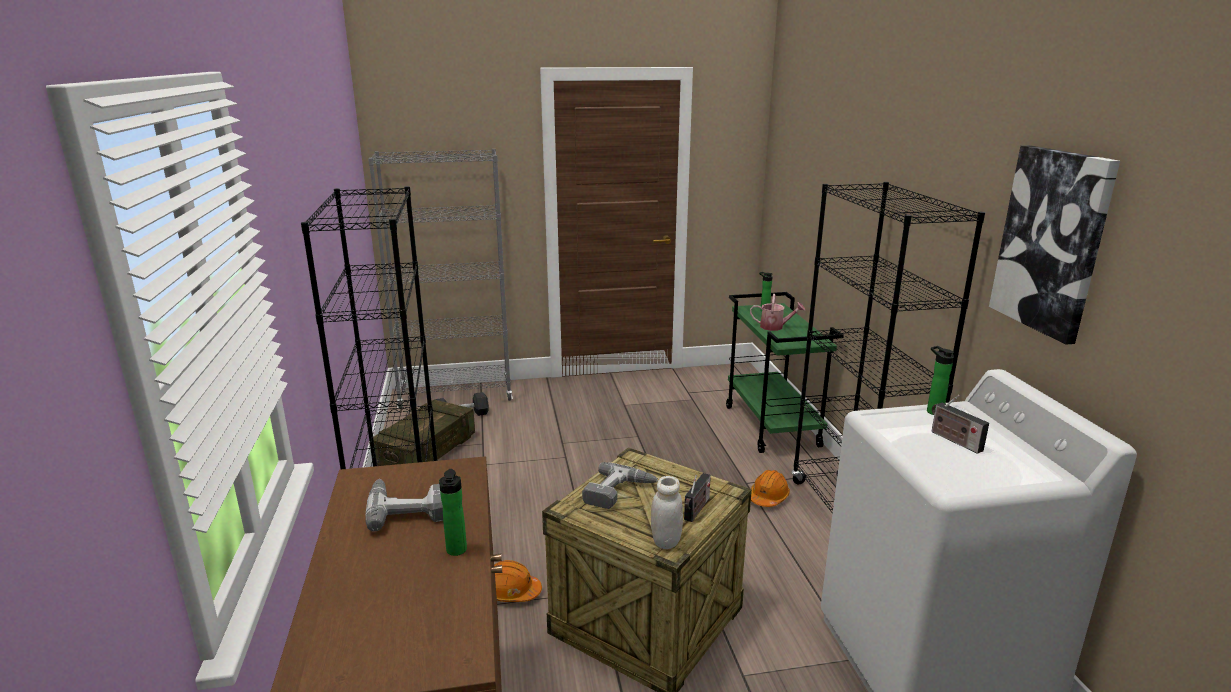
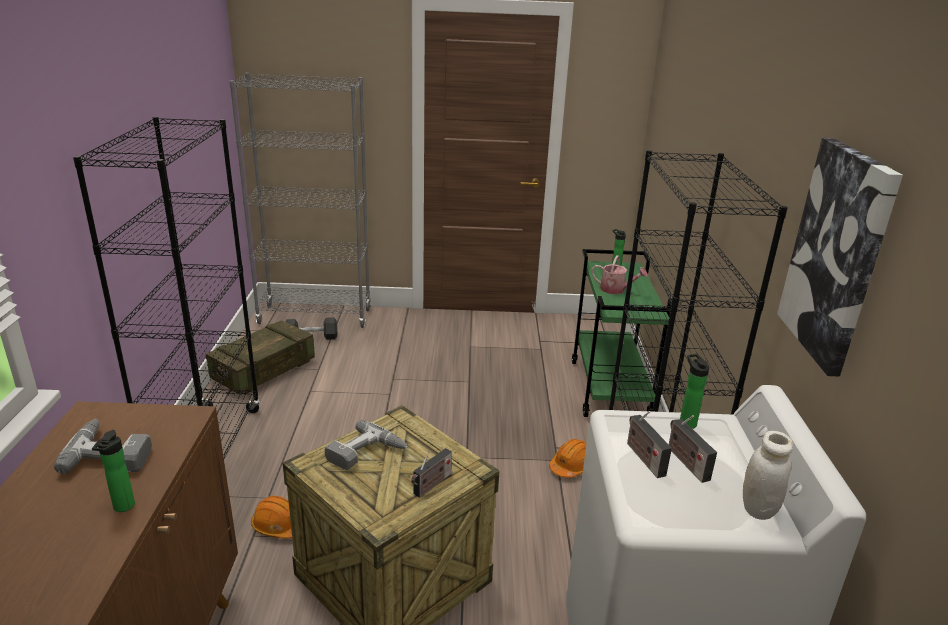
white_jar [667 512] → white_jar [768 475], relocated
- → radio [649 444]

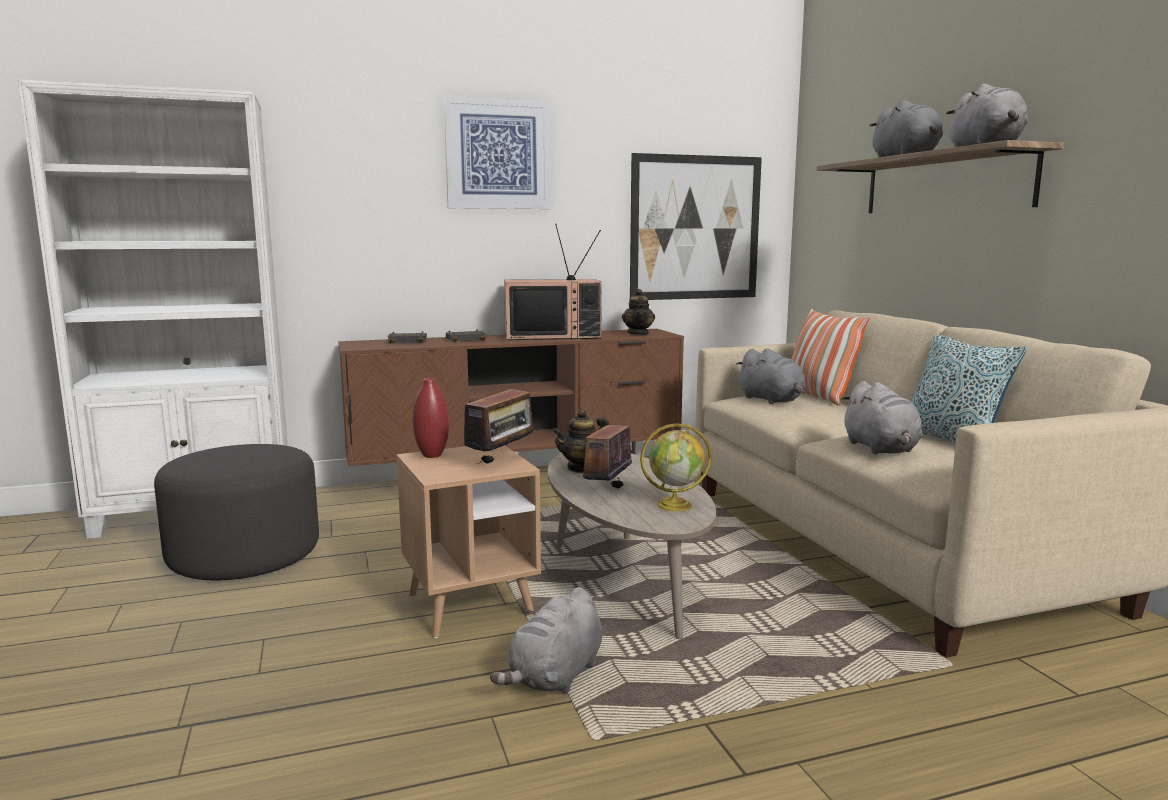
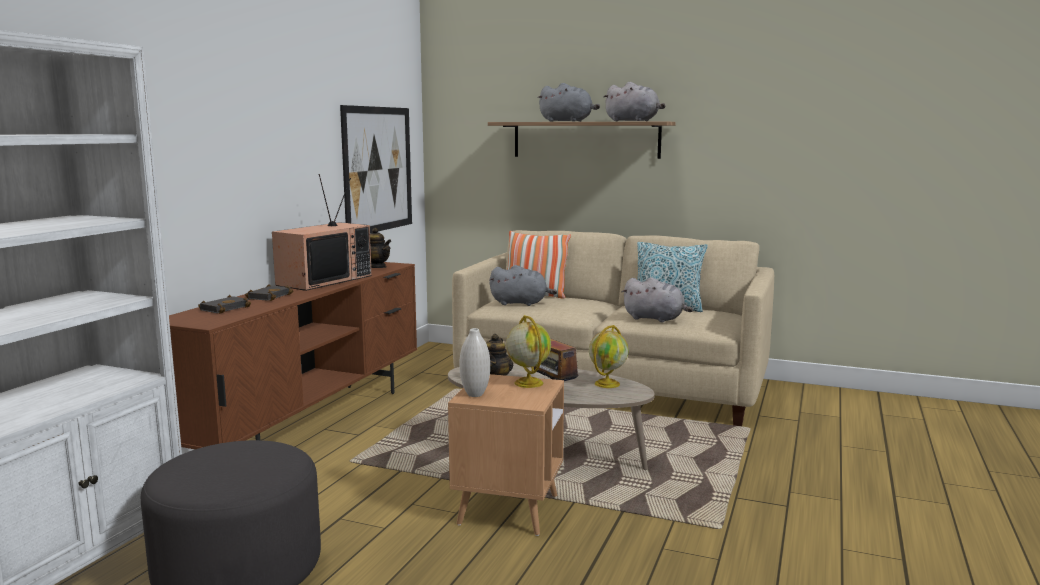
red_vase [431 418] → white_vase [475 362]
picture [497 152] → -
radio [497 426] → globe [528 351]
grey_plush_toy [546 640] → -

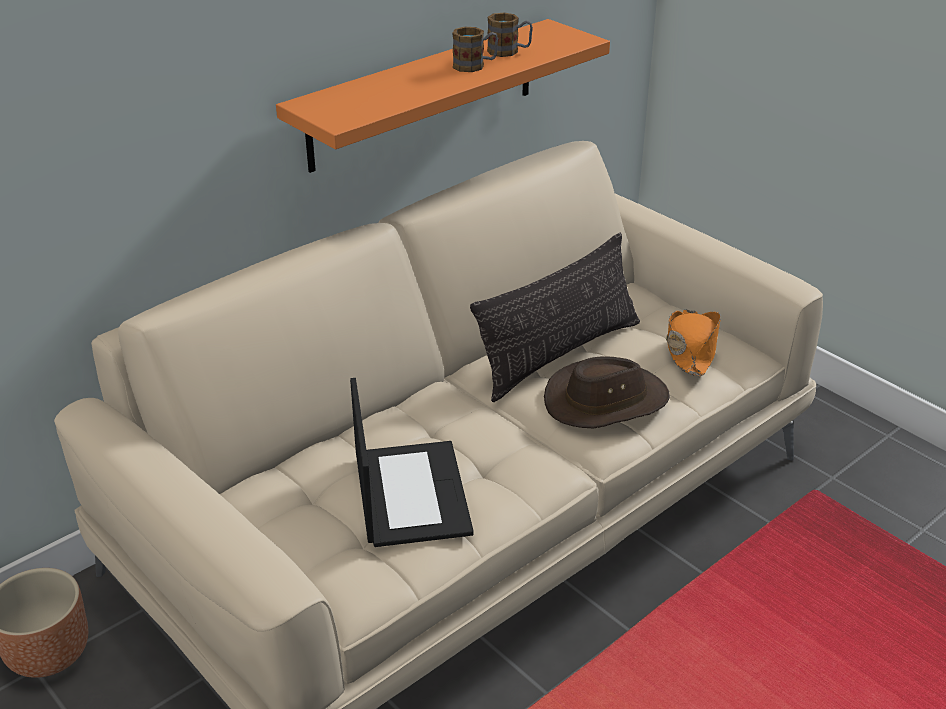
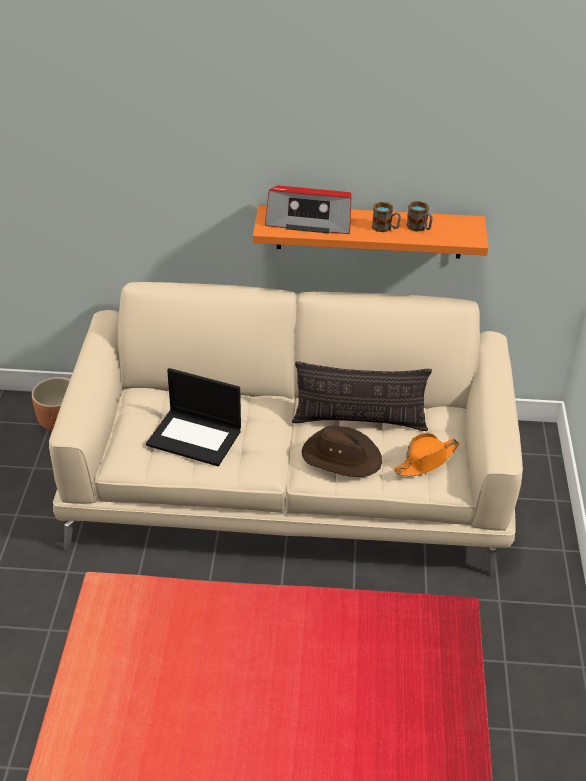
laptop [412 462] → laptop [193 417], 75 degrees clockwise
- → radio [308 210]

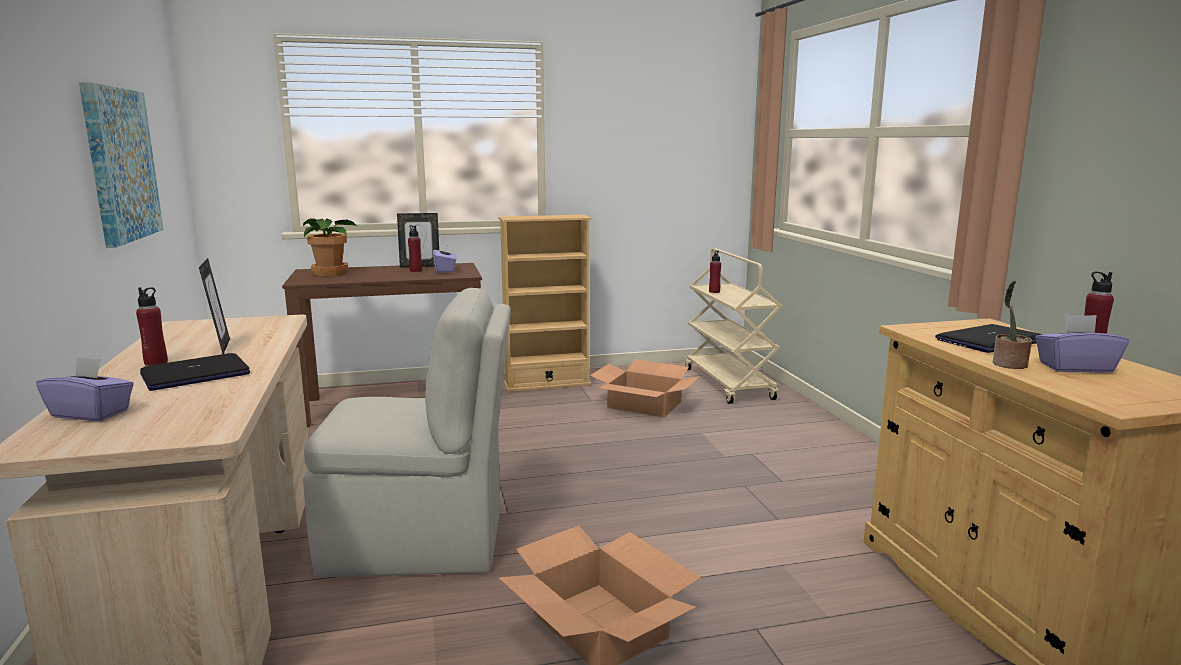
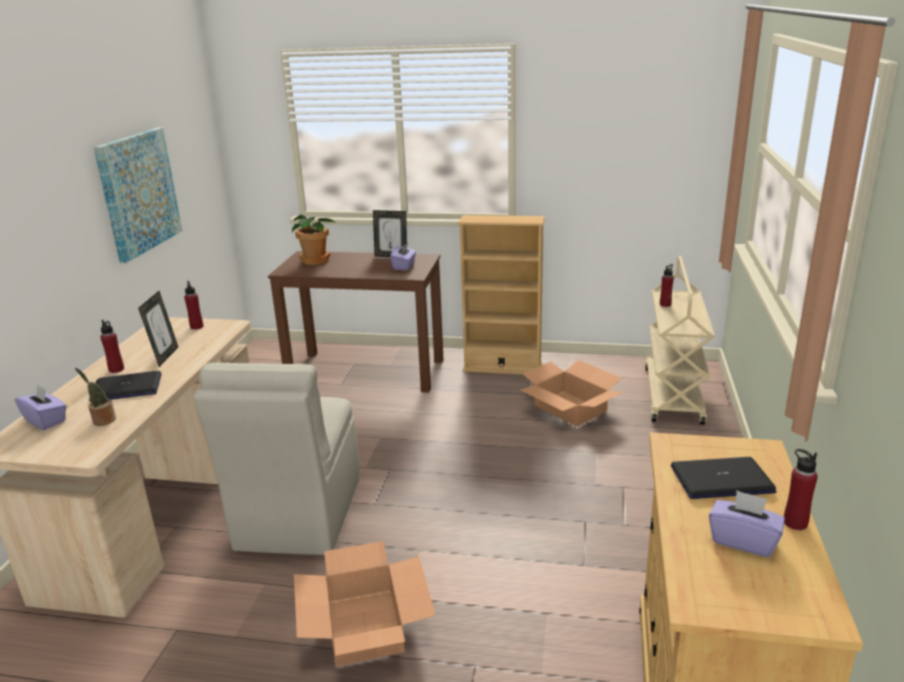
beige_chair [407 433] → beige_chair [277 459], 75 degrees clockwise
red_bottle [415 248] → red_bottle [193 305], relocated
potted_plant [1012 325] → potted_plant [95 397], relocated

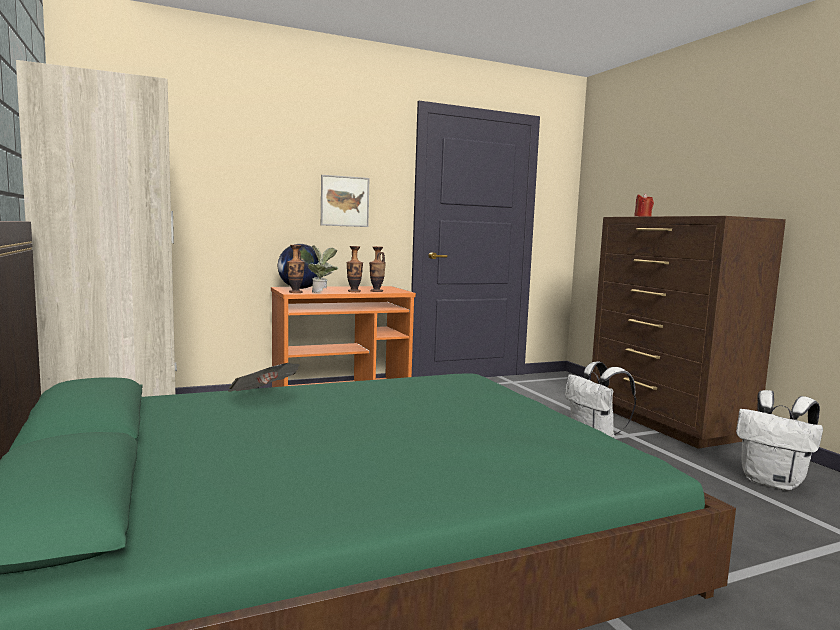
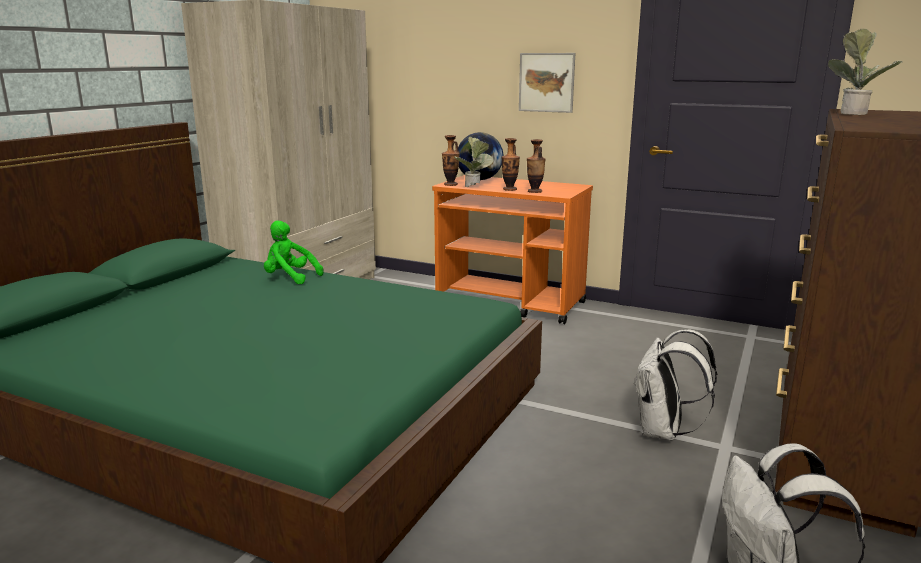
newspaper [264 377] → green_plush_toy [293 252]
red_candle [644 205] → potted_plant [865 72]

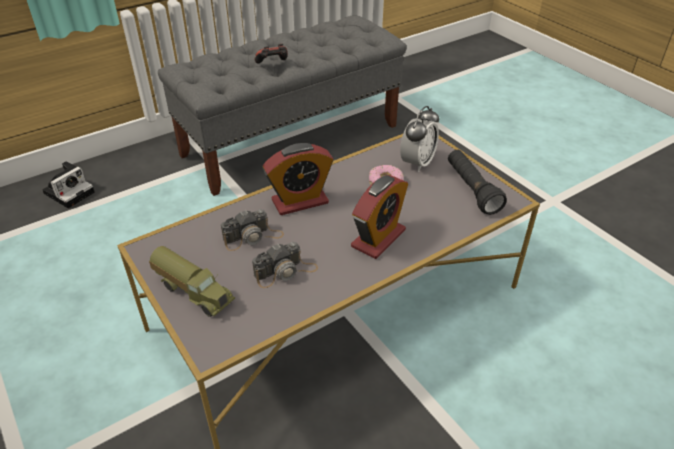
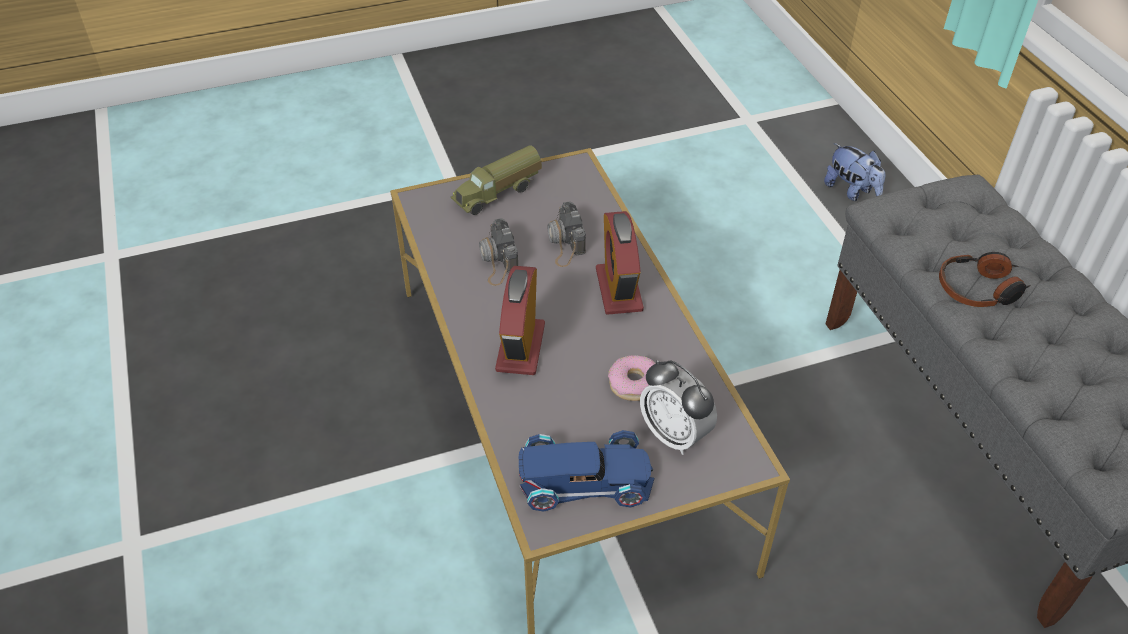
photo_camera [69 184] → plush_toy [854 172]
game_controller [271 54] → headphones [985 279]
alarm_clock [379 217] → alarm_clock [520 320], 45 degrees clockwise
black_flashlight [477 182] → blue_toy_car [586 470]

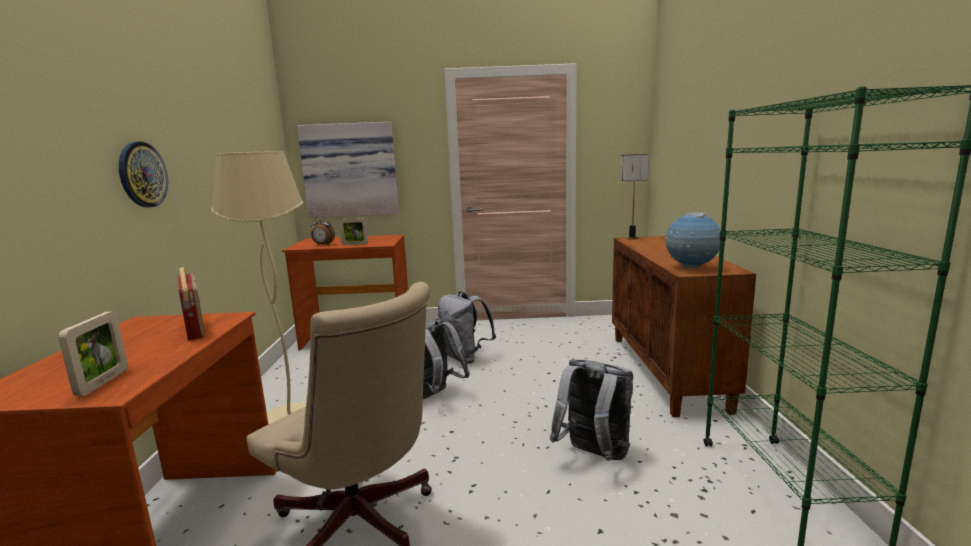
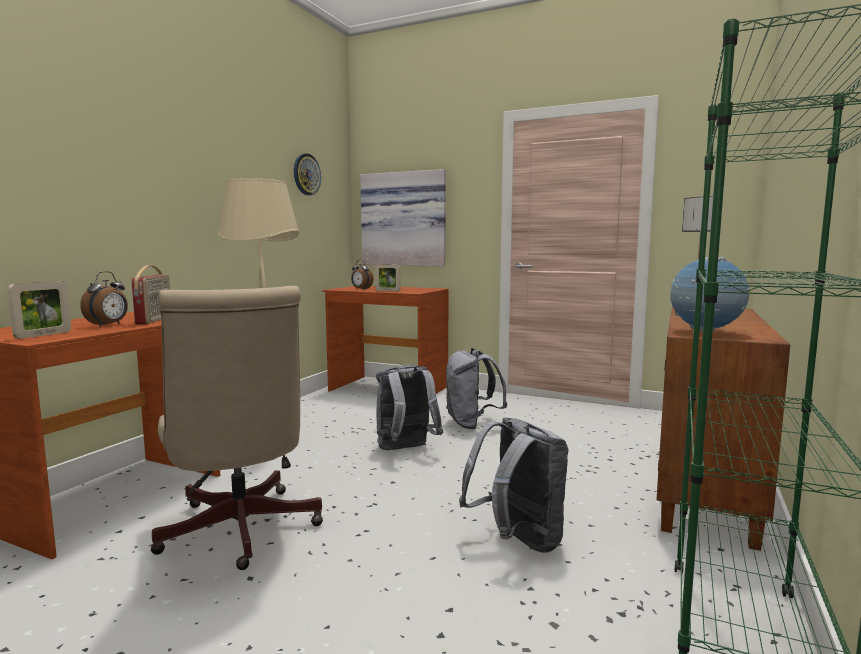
wall_clock [143 174] → wall_clock [307 174], relocated
- → alarm_clock [104 299]

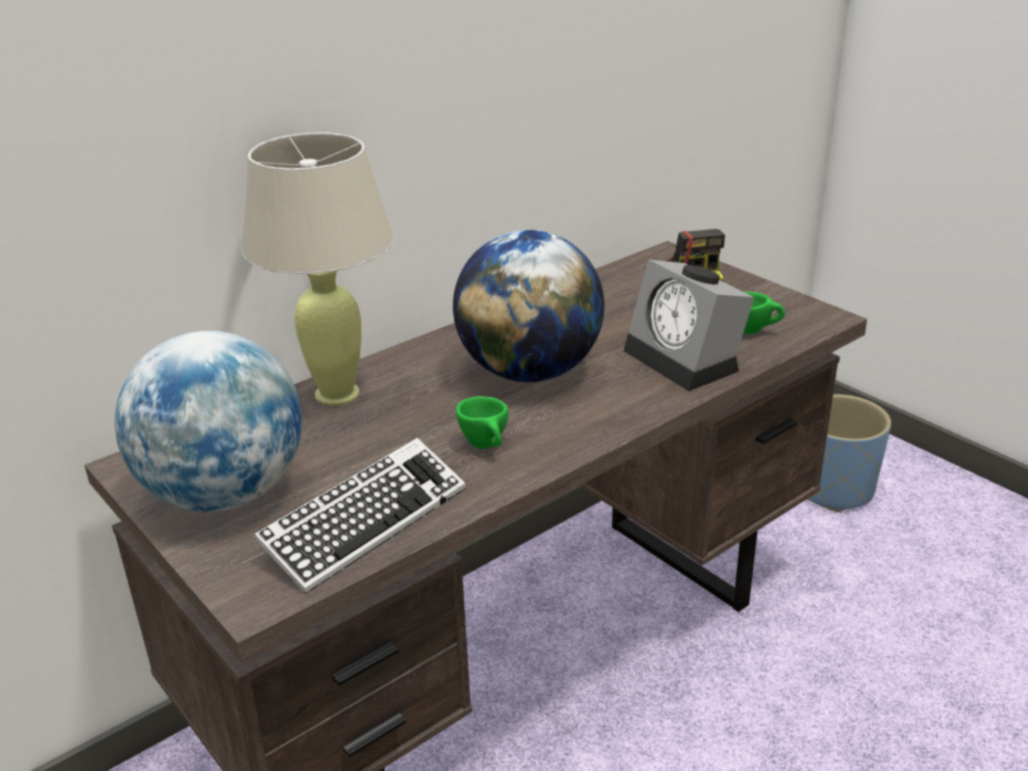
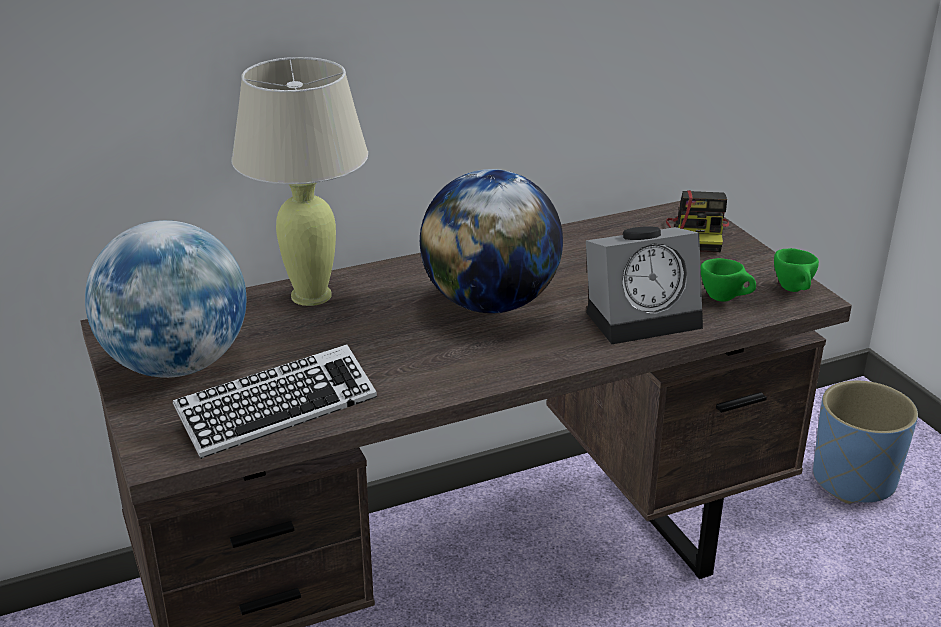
green_cup [482 422] → green_cup [796 270], relocated
alarm_clock [689 325] → alarm_clock [644 285], 90 degrees counterclockwise

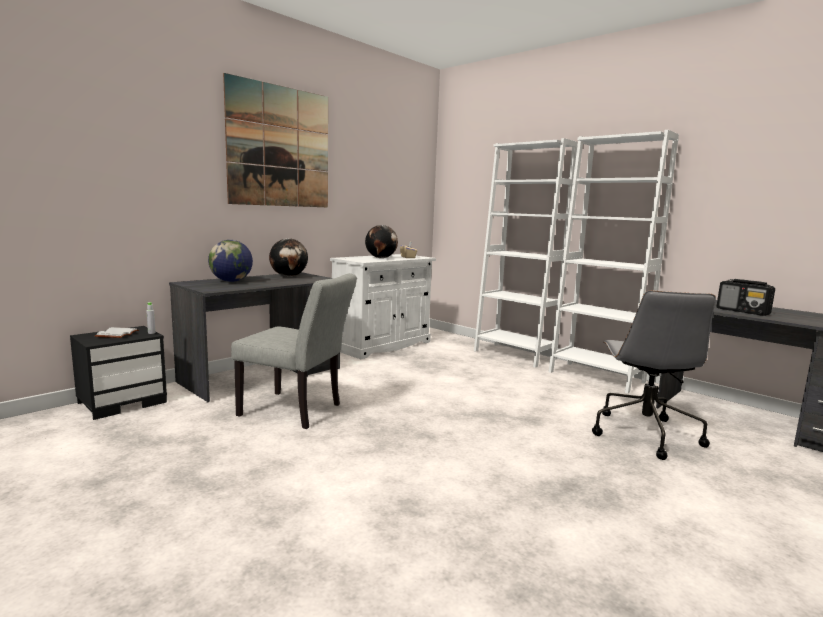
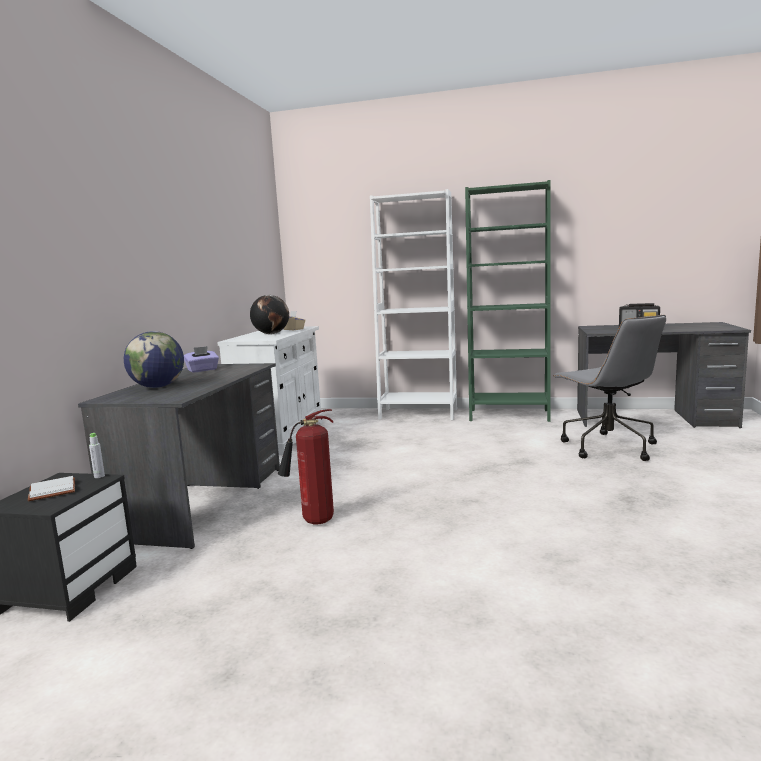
picture [275 140] → -
grey_chair [294 351] → fire_extinguisher [306 466]
globe [288 257] → purple_tissue_box [201 359]
white_bookcase [614 262] → green_bookcase [508 301]

